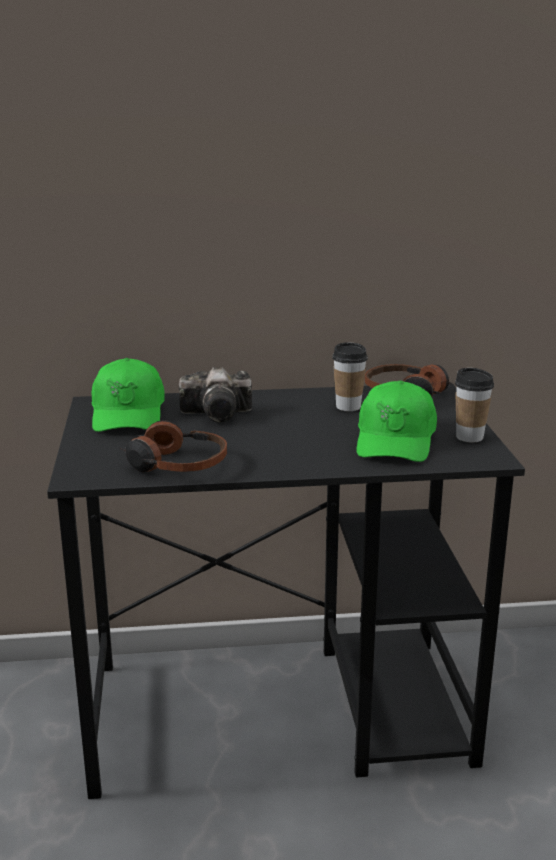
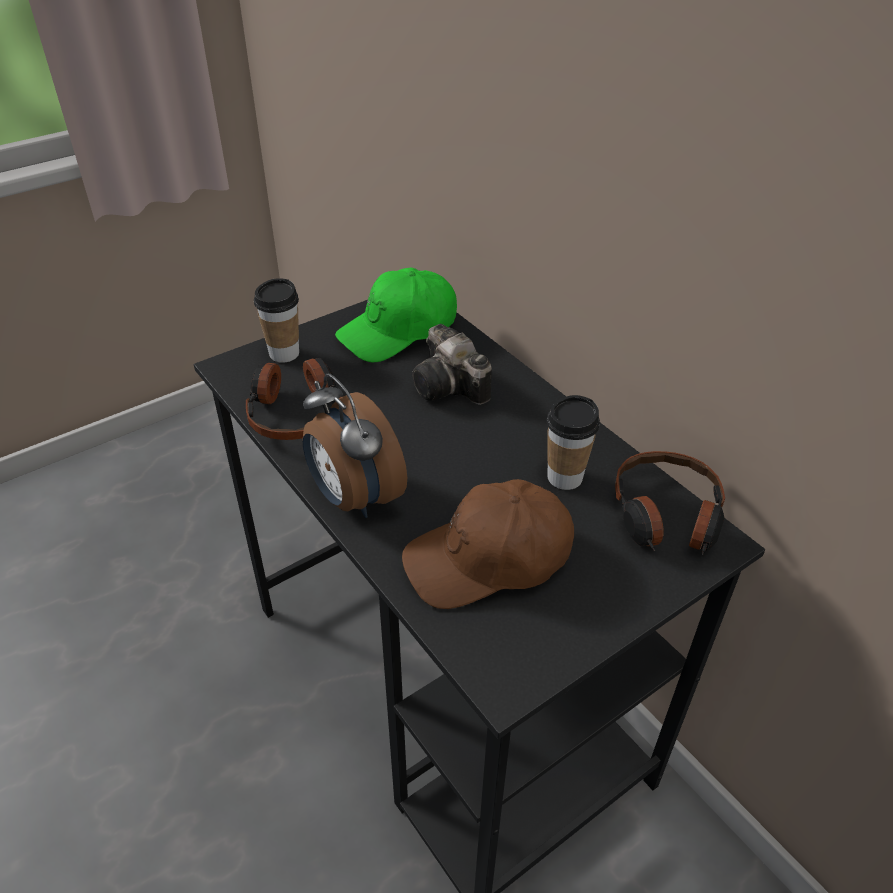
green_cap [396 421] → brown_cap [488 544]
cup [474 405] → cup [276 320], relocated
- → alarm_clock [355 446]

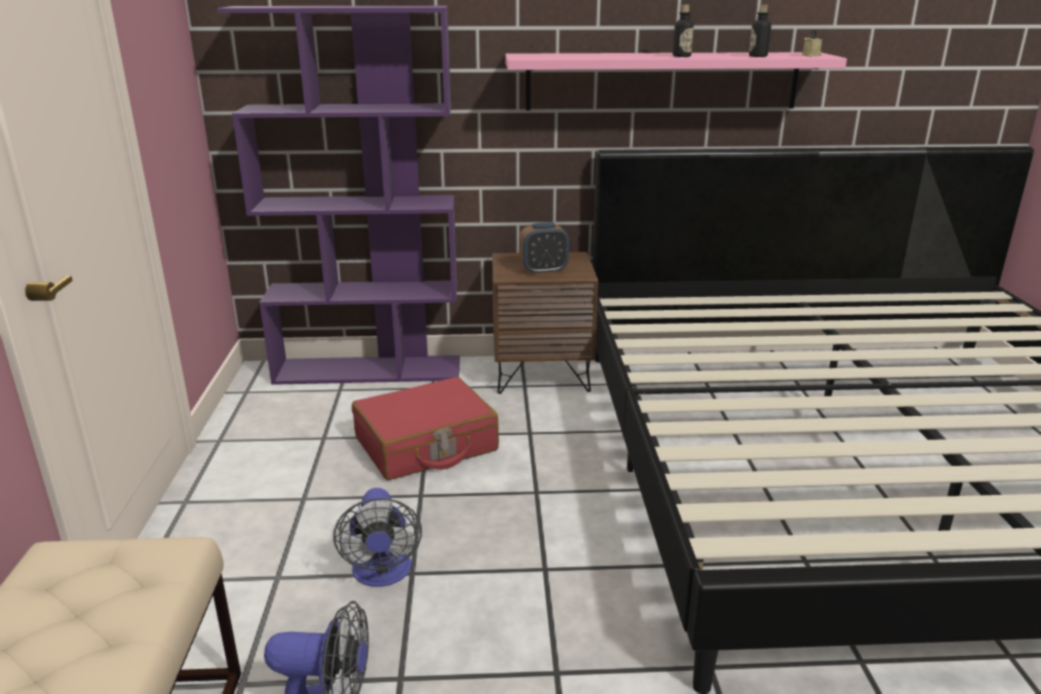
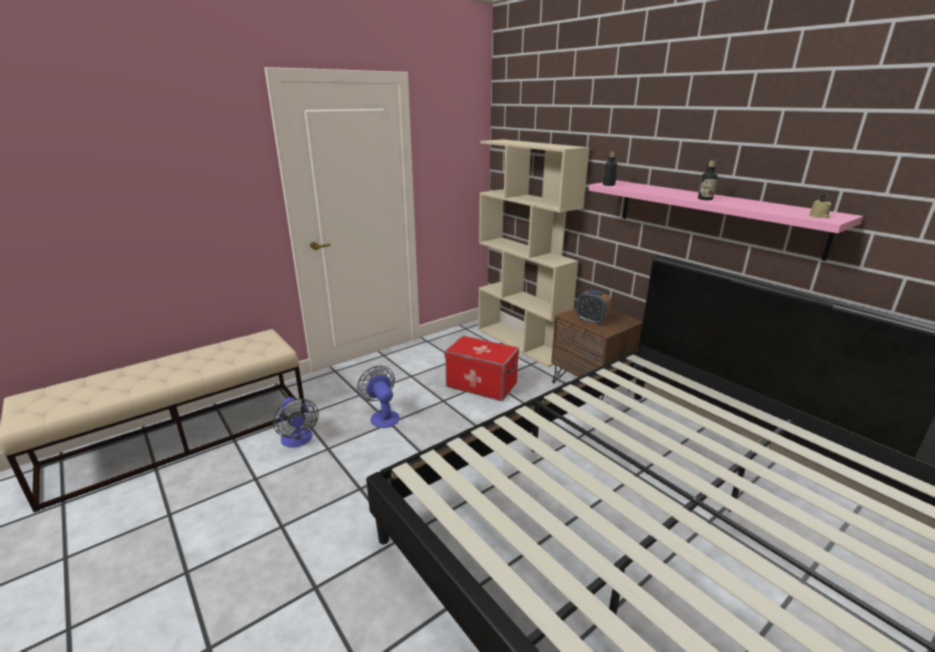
purple_bookcase [338 195] → beige_bookcase [534 253]
fan [378 537] → fan [378 397], 105 degrees clockwise
red_suitcase [425 428] → storage_box [481 368]
bottle [760 30] → bottle [610 168], relocated

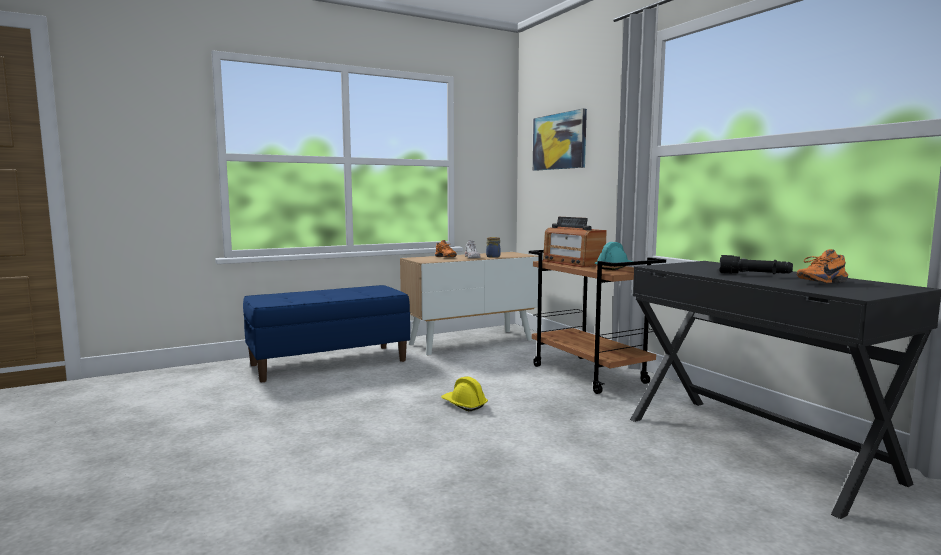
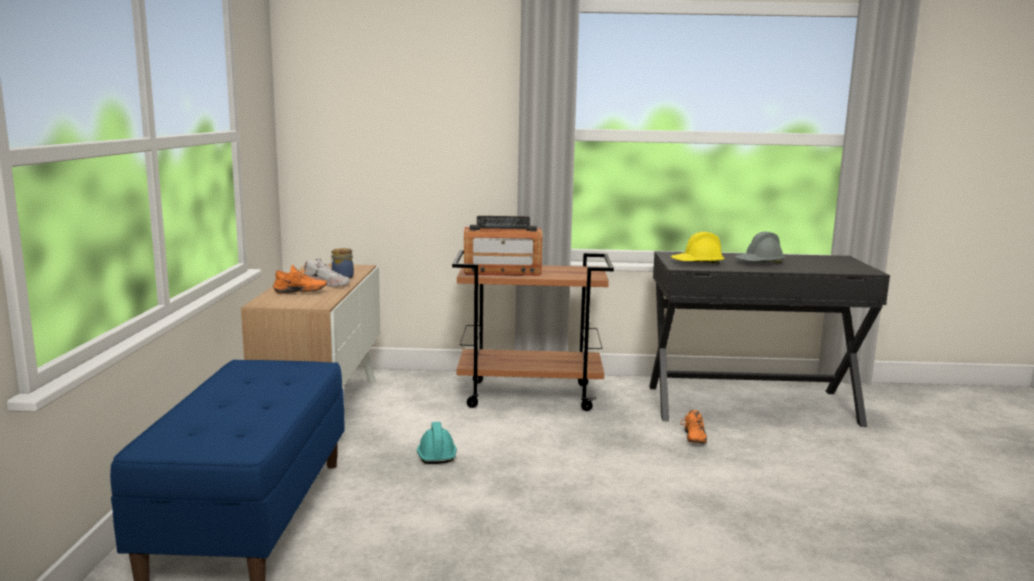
yellow_hard_hat [464 393] → yellow_hard_hat [697 248], relocated
picture [560 140] → -
turquoise_hard_hat [614 256] → turquoise_hard_hat [437 443], relocated
black_flashlight [756 264] → grey_hard_hat [760 248]
orange_shoe [822 266] → orange_shoe [693 427], relocated

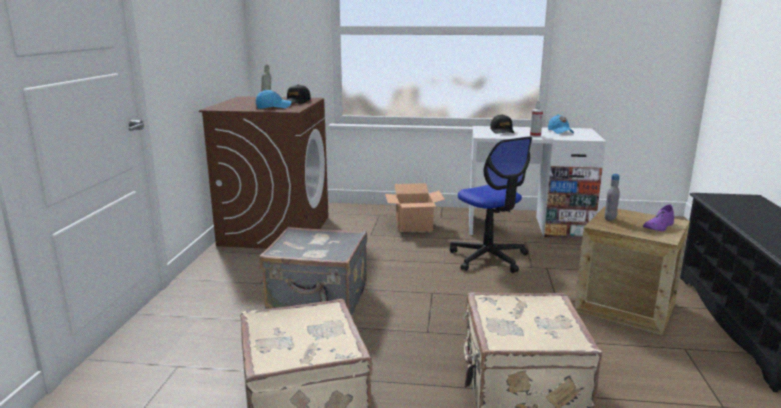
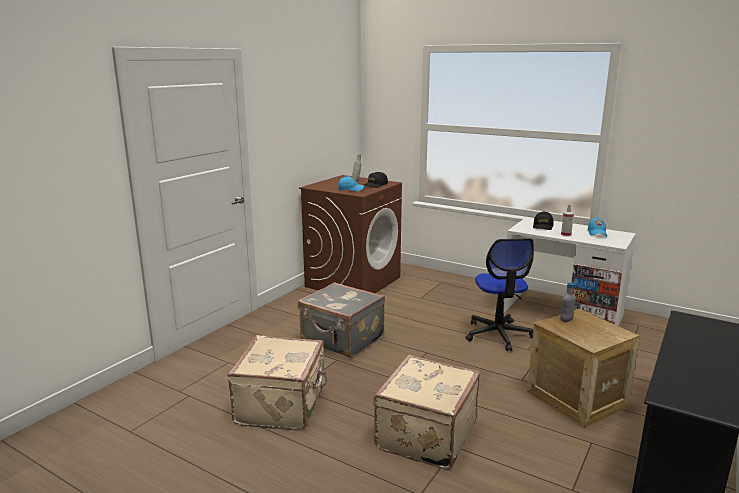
cardboard_box [415 207] → -
purple_shoe [658 217] → -

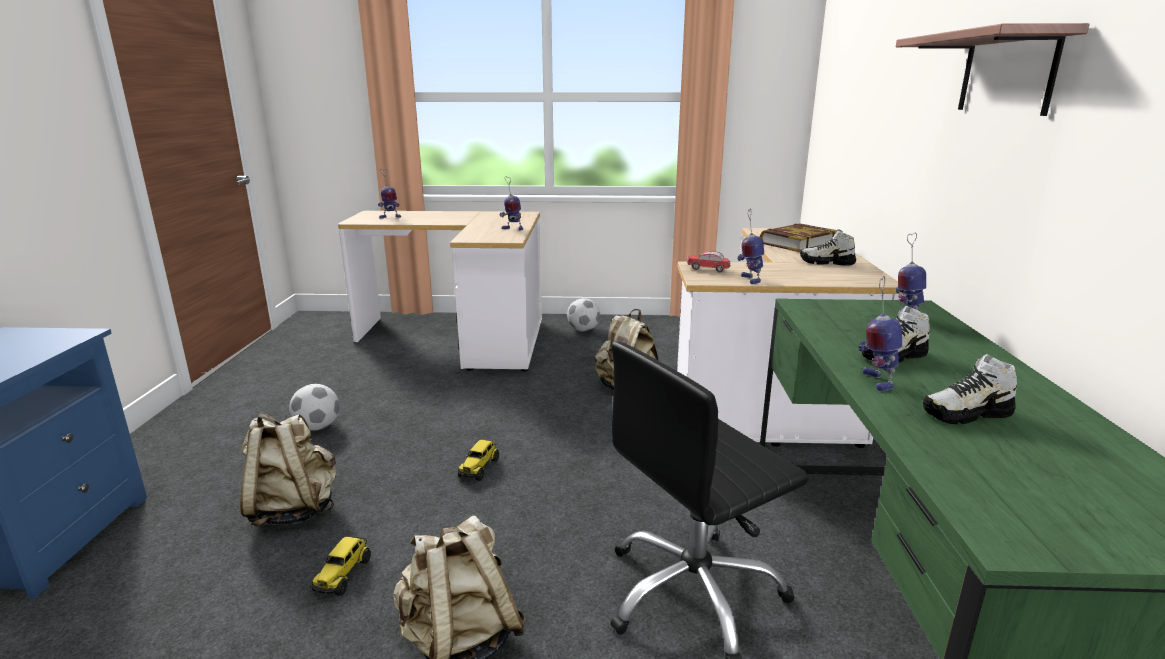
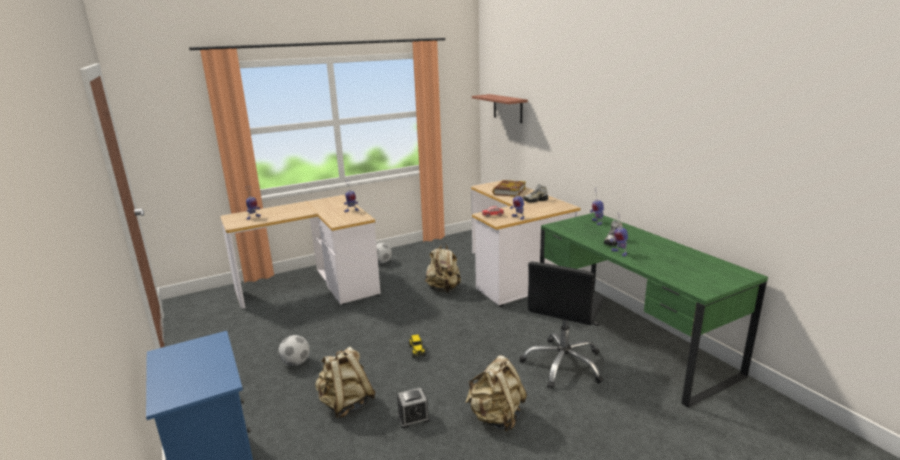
toy_truck [341 566] → alarm_clock [413 408]
shelf [993 69] → shelf [500 108], relocated
shoe [970 389] → -

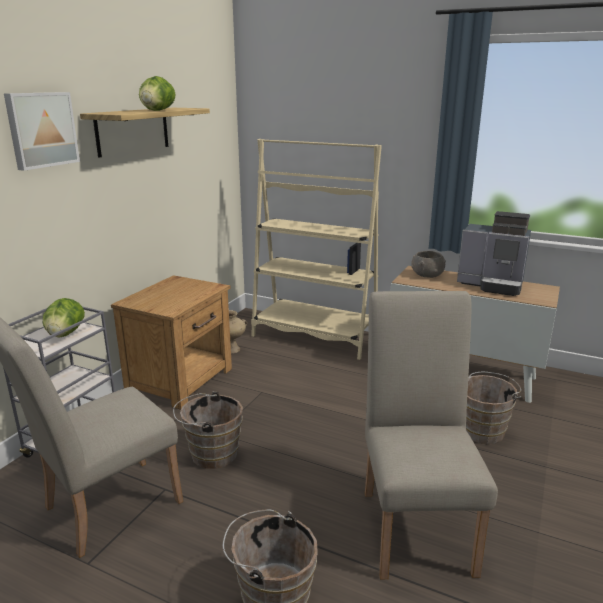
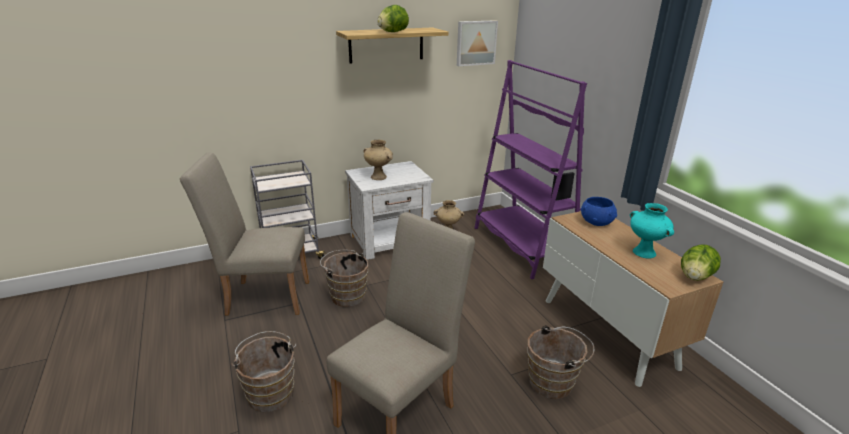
picture [42 131] → picture [477 43], relocated
lettuce [64 317] → lettuce [701 262], relocated
brown_nightstand [171 342] → white_nightstand [389 210]
beige_bookcase [316 249] → purple_bookcase [530 169]
grey_bowl [428 264] → blue_bowl [599 211]
coffee_machine [494 253] → turquoise_vase [652 231]
- → beige_vase [378 160]

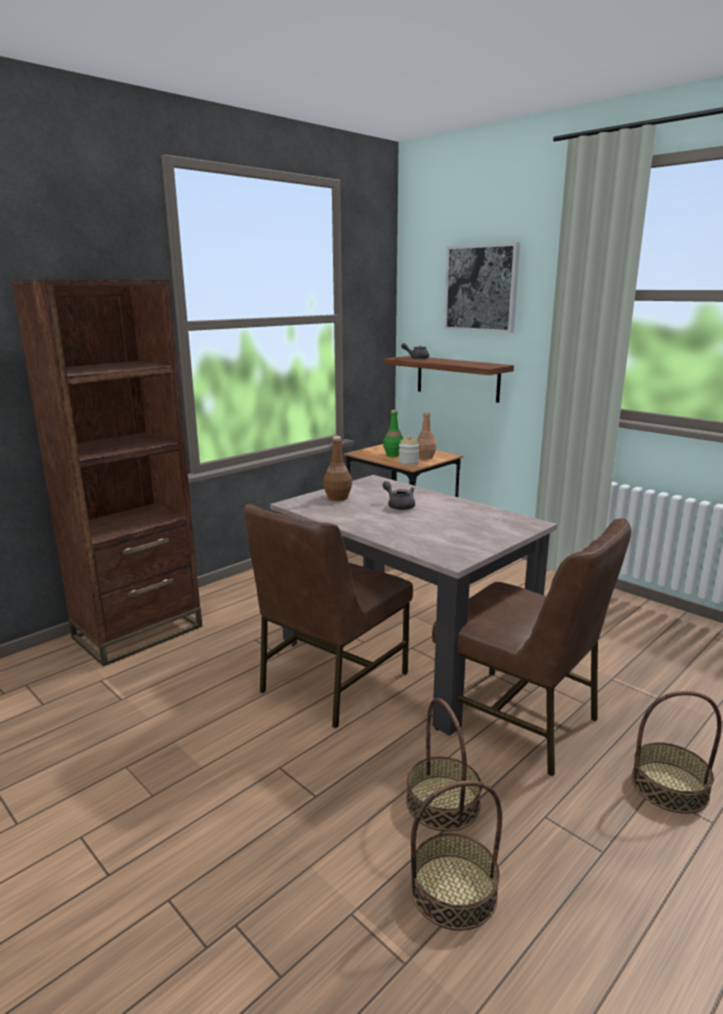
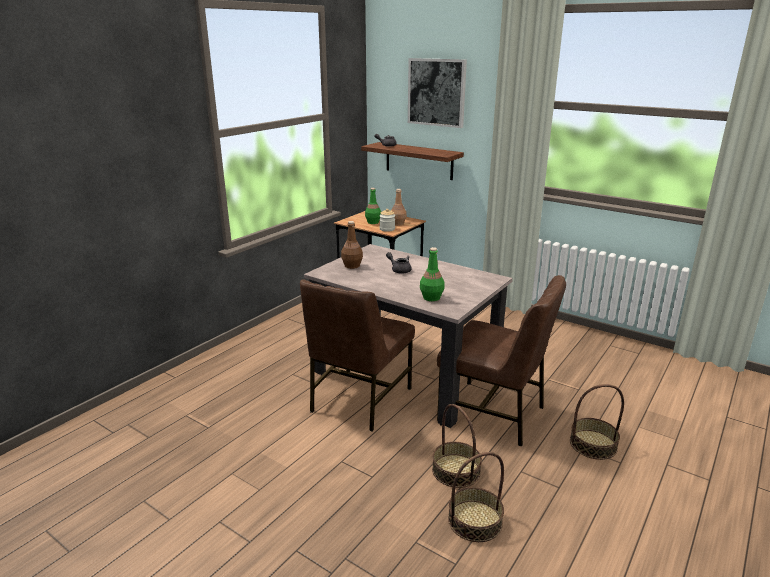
brown_bookcase [107 473] → -
- → green_bottle [432 274]

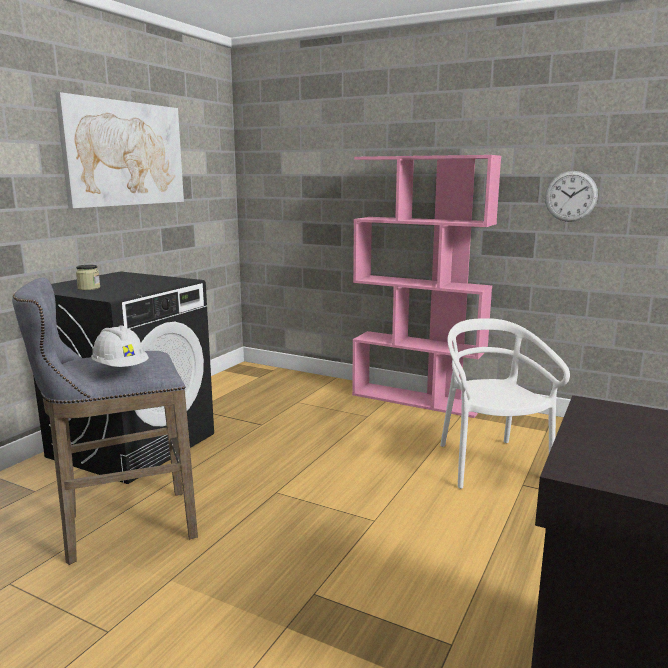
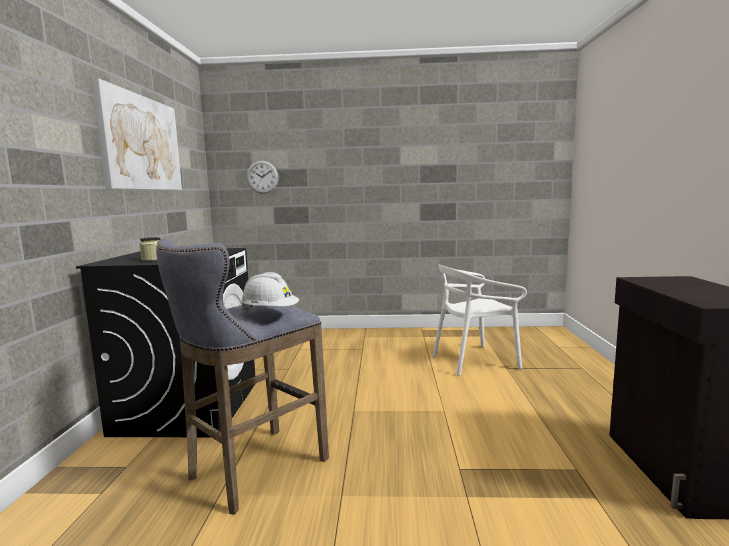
pink_bookcase [426 286] → -
white_chair [505 403] → white_chair [480 320], 75 degrees counterclockwise
wall_clock [571 196] → wall_clock [263 177], relocated

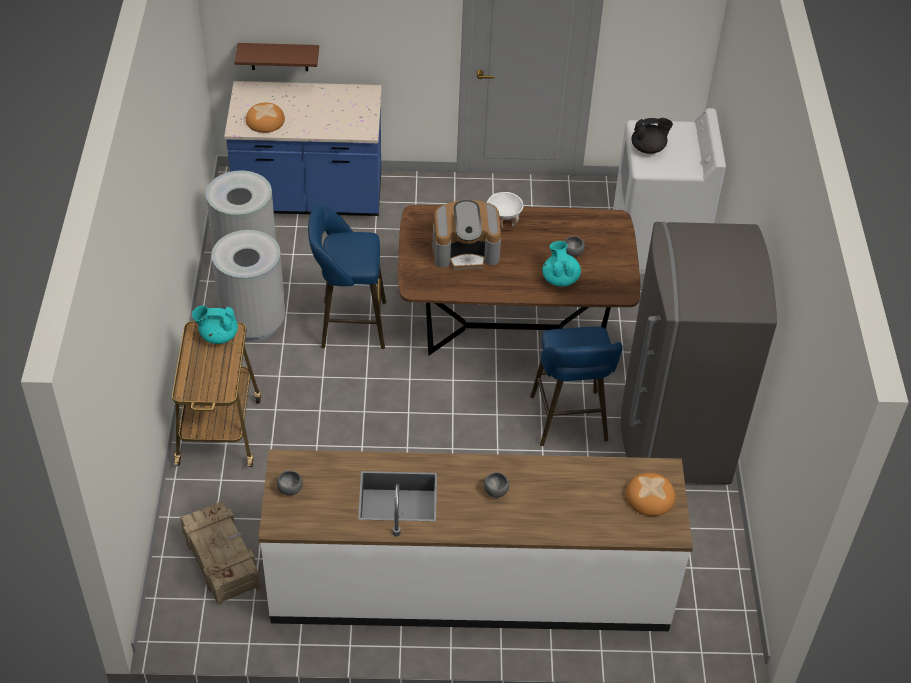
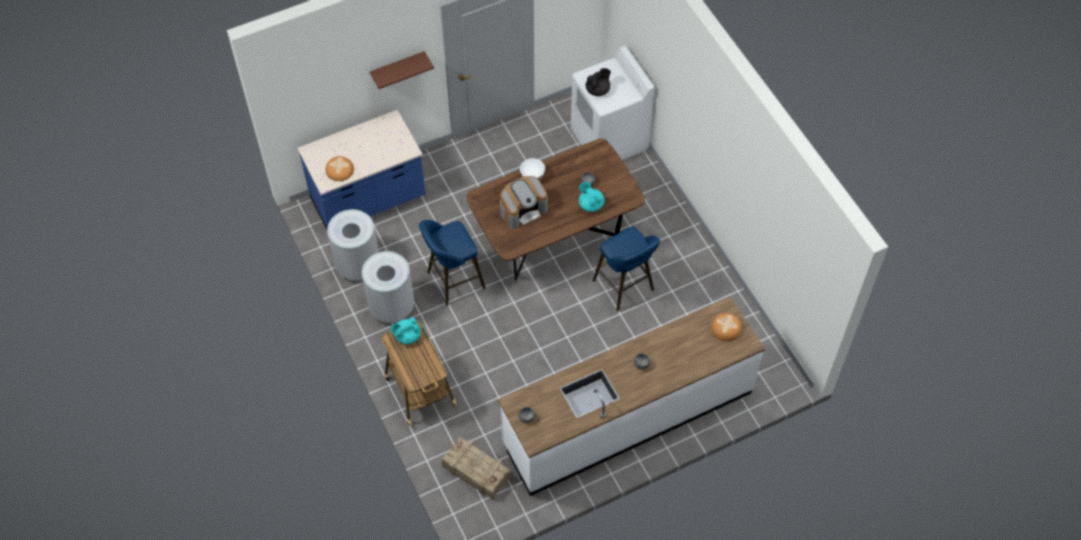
brown_shelf [276 57] → brown_shelf [402 70], relocated
grey_fridge [699 352] → -

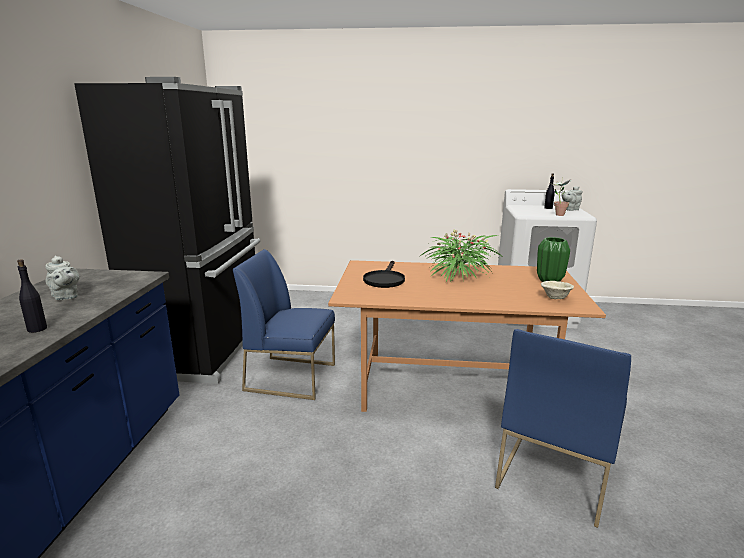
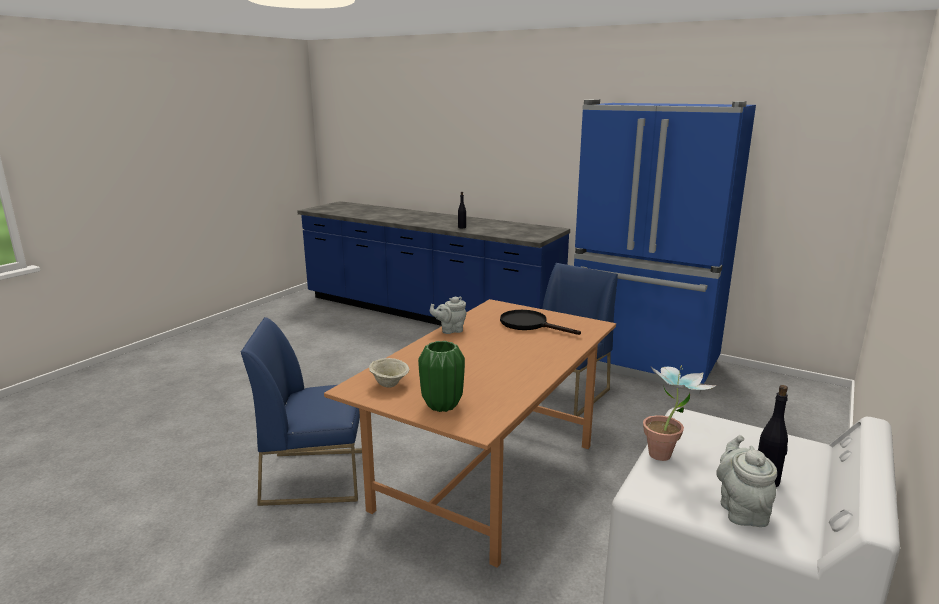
grey_teapot [62 278] → grey_teapot [448 315], relocated
black_fridge [167 230] → blue_fridge [665 246]
potted_plant [461 256] → -
blue_chair [563 428] → blue_chair [301 411], 60 degrees counterclockwise

